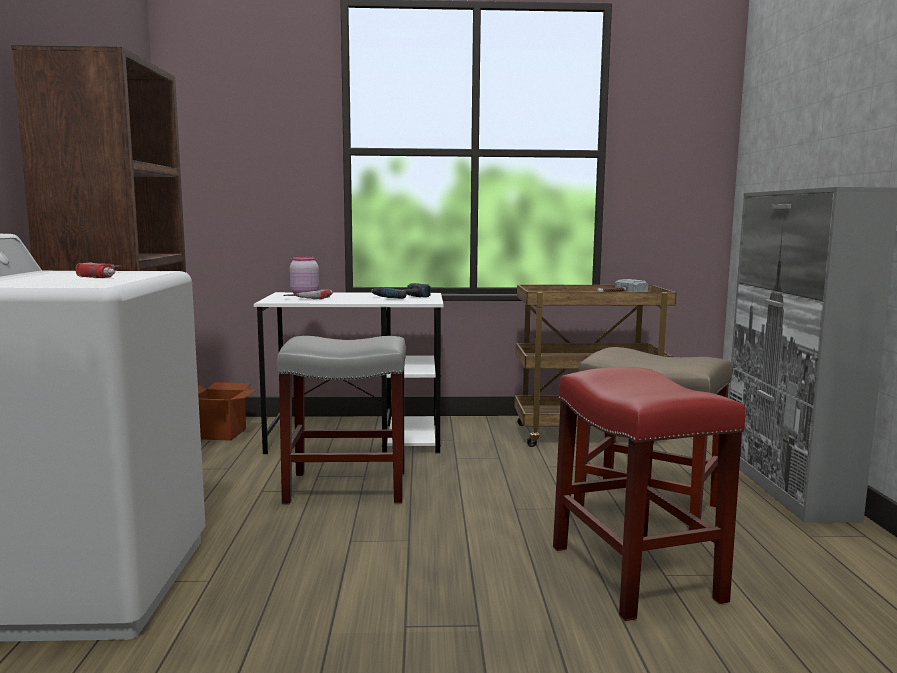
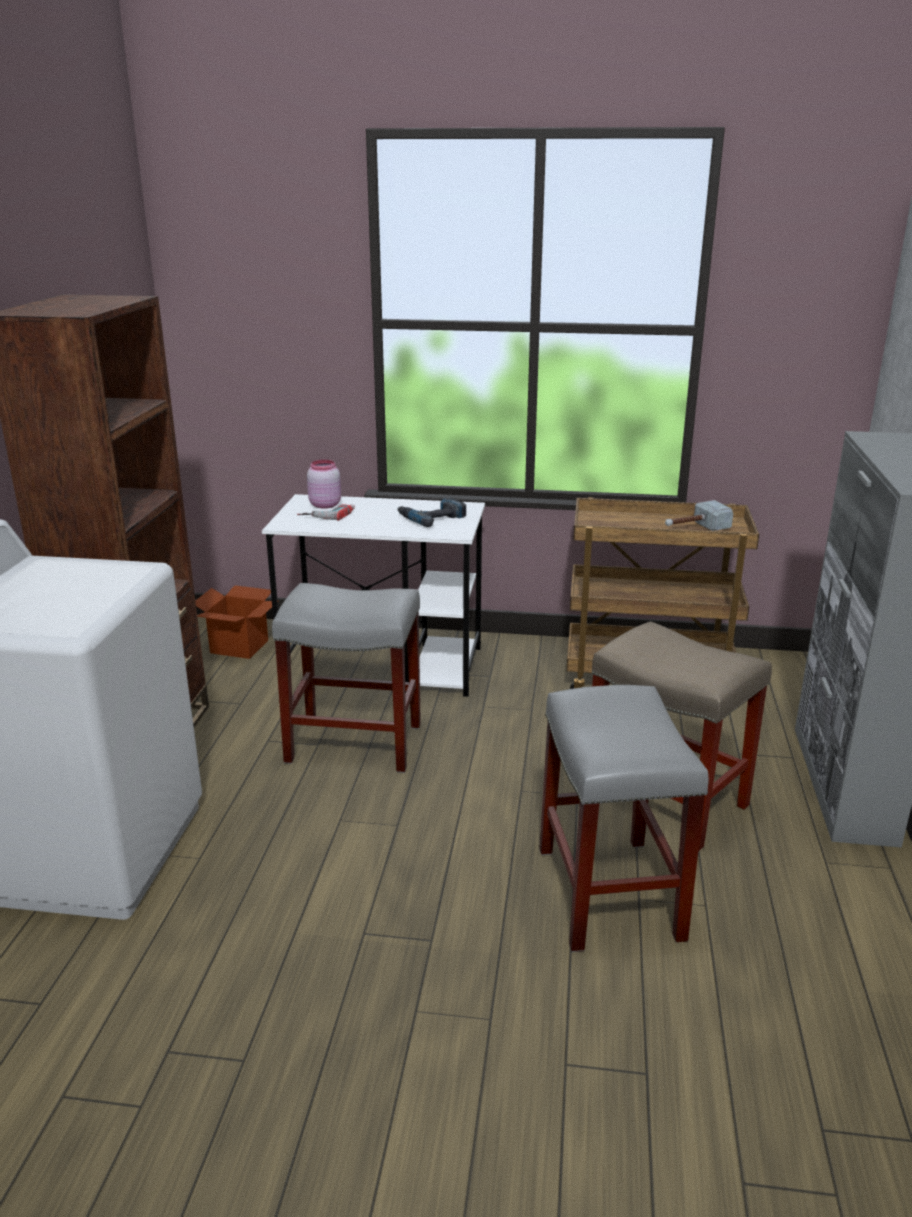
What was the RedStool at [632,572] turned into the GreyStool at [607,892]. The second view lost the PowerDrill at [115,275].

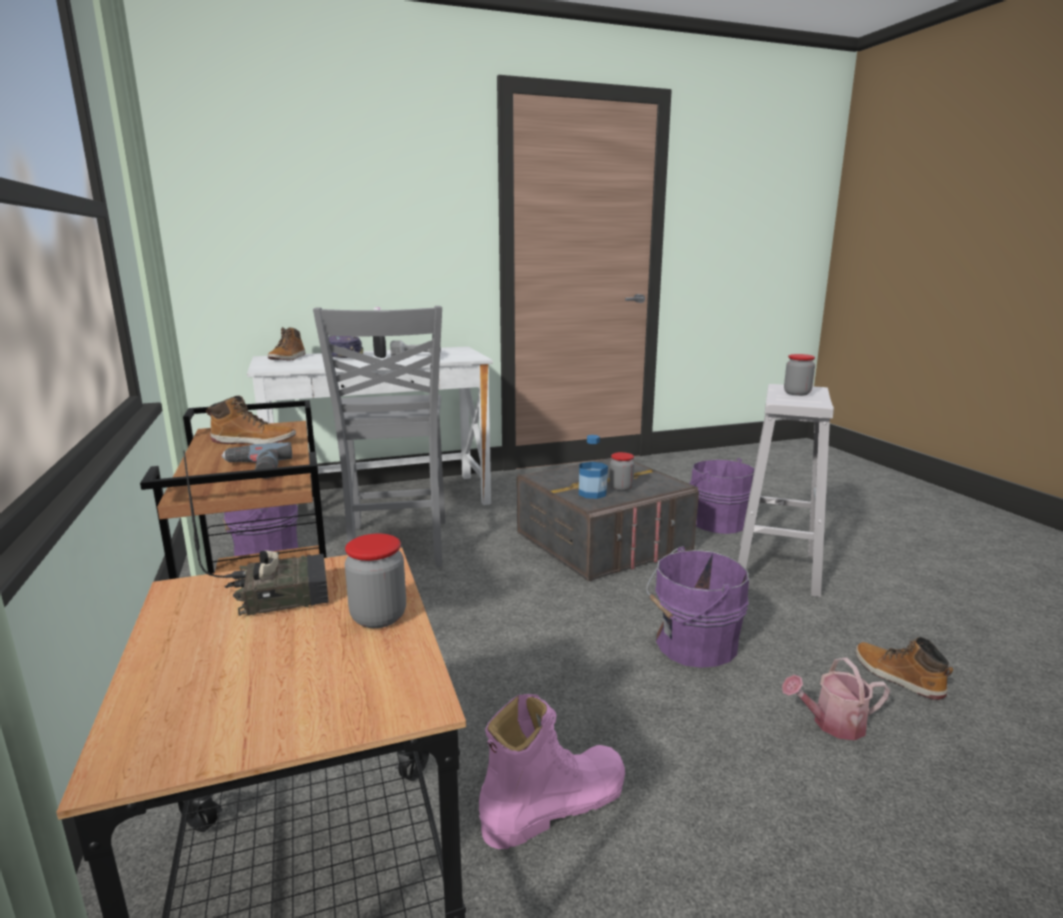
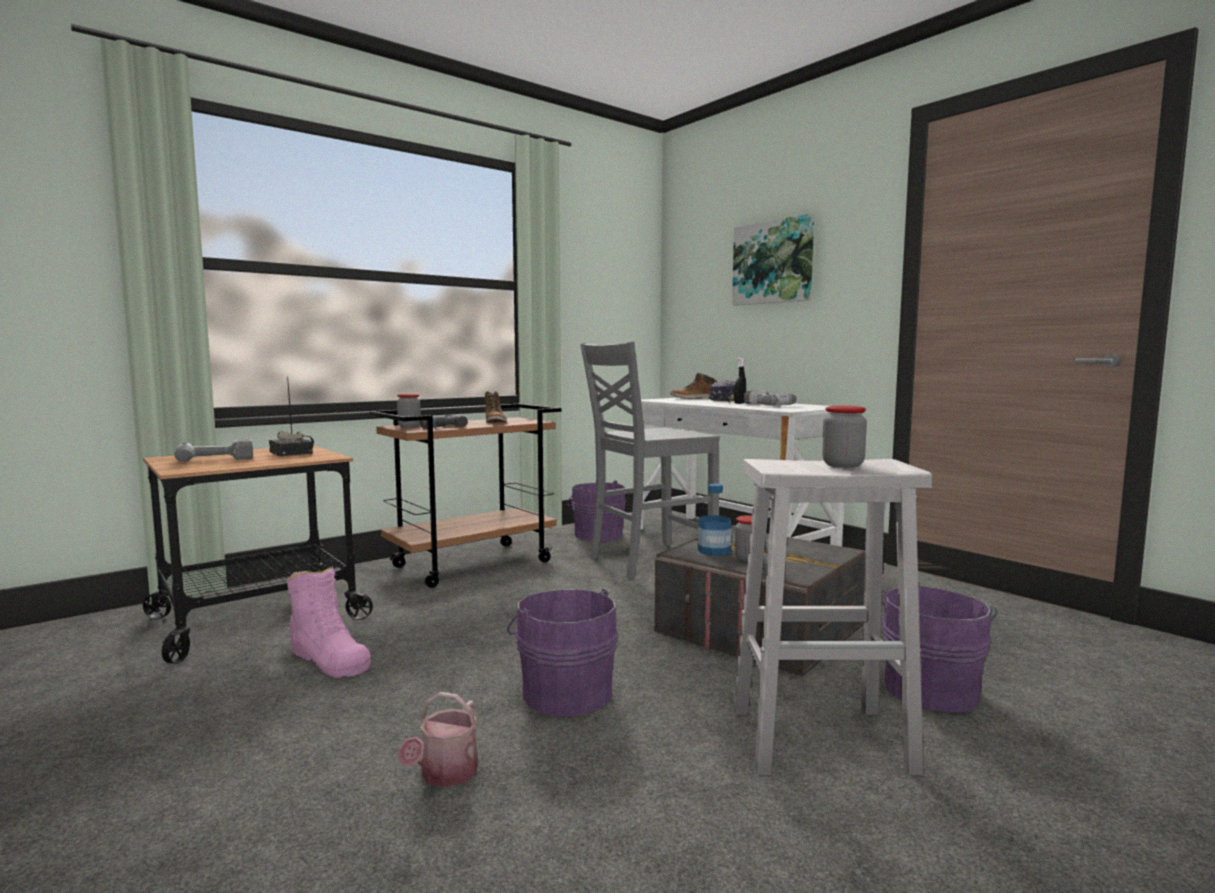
The second view gained the PowerDrill at [215,458]. The Jar ended up elsewhere, having gone from [378,617] to [409,426]. The WateringCan at [832,724] ended up facing another way, 135 degrees counterclockwise from before. The second view gained the Picture at [773,262]. The second view lost the Boot at [897,677].

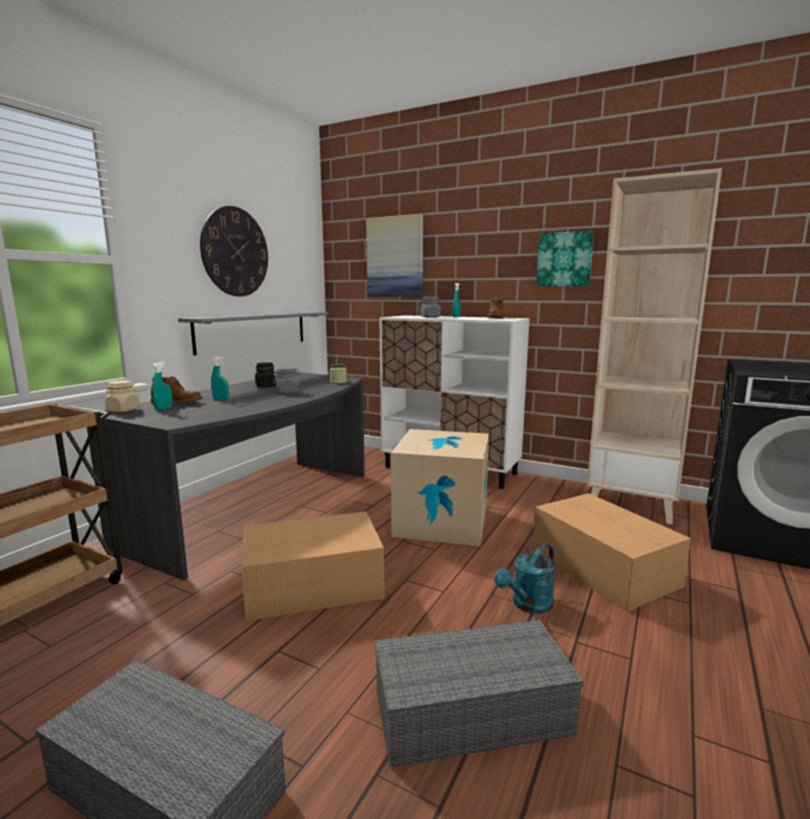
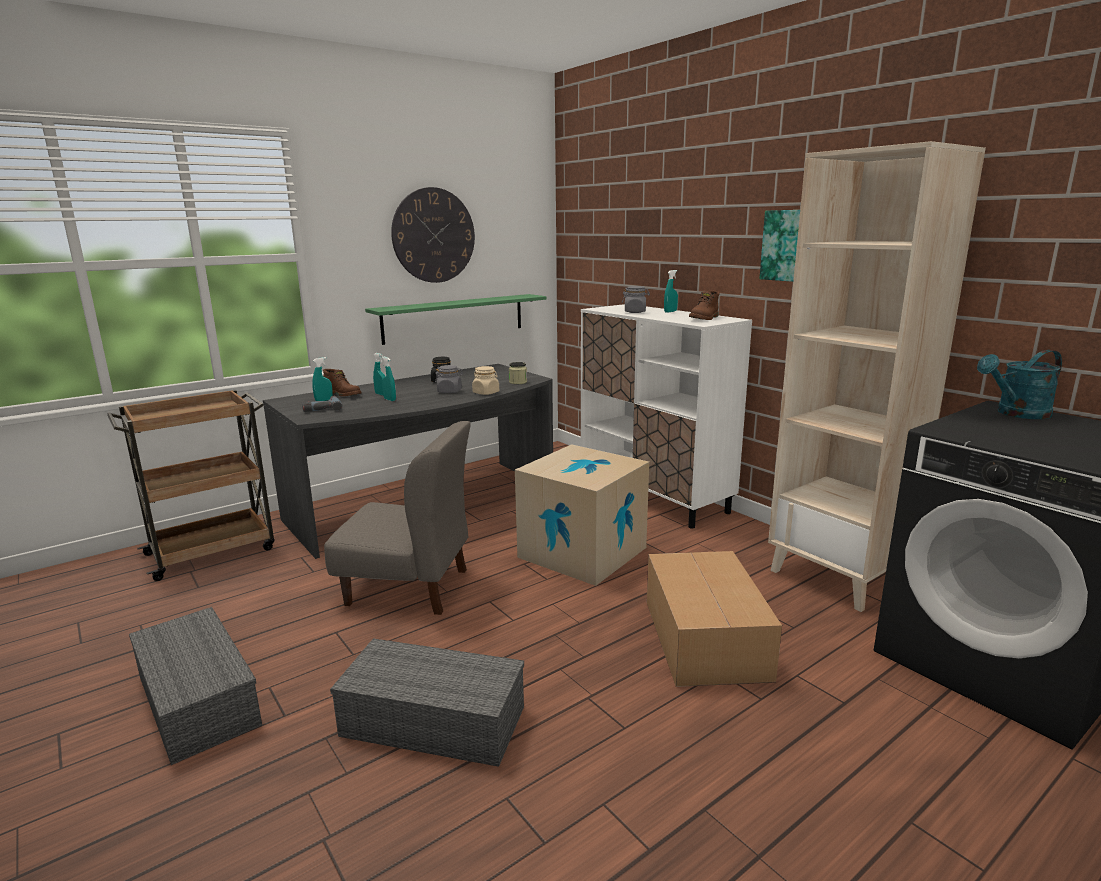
The second view gained the PowerDrill at [322,408]. Where the CardboardBox stood at [315,585], the GreyChair came to stand at [409,587]. What was the GreyShelf at [253,331] turned into the GreenShelf at [454,318]. The second view gained the TurquoiseSprayBottle at [389,399]. The BeigeJar ended up elsewhere, having gone from [123,410] to [486,393]. The TurquoiseWateringCan ended up elsewhere, having gone from [528,605] to [1016,414]. The second view lost the Picture at [395,257].

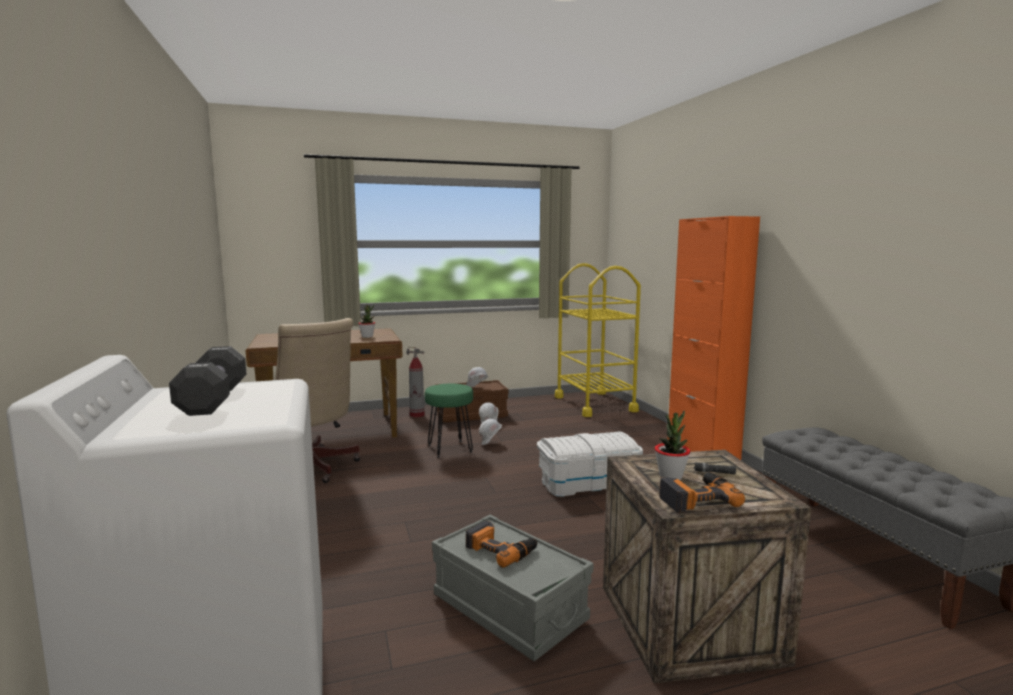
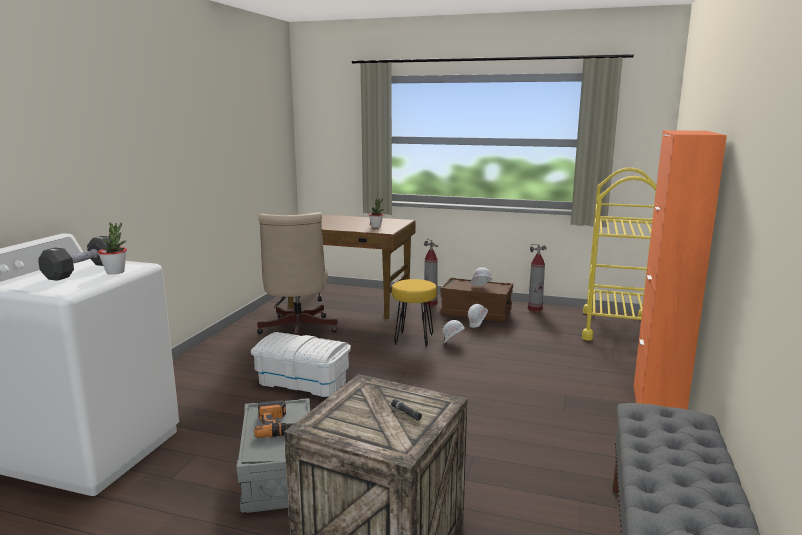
The PottedPlant ended up elsewhere, having gone from [670,477] to [115,272]. The WhiteStorageBox ended up elsewhere, having gone from [587,483] to [303,381]. What was the GreenStool at [450,448] turned into the YellowStool at [414,339]. The second view gained the FireExtinguisher at [535,309]. The second view lost the PowerDrill at [696,498].

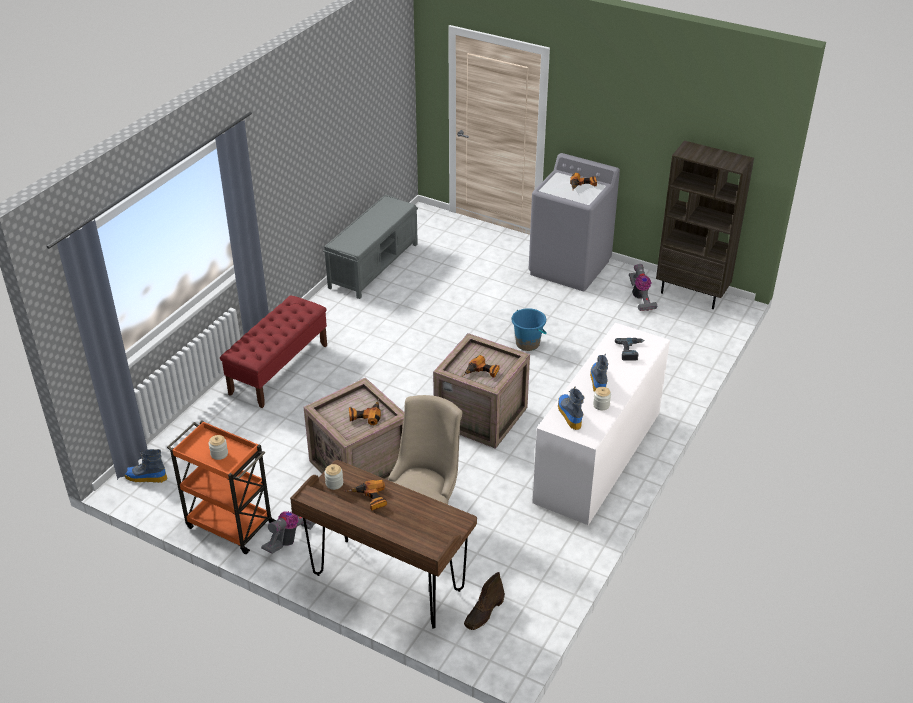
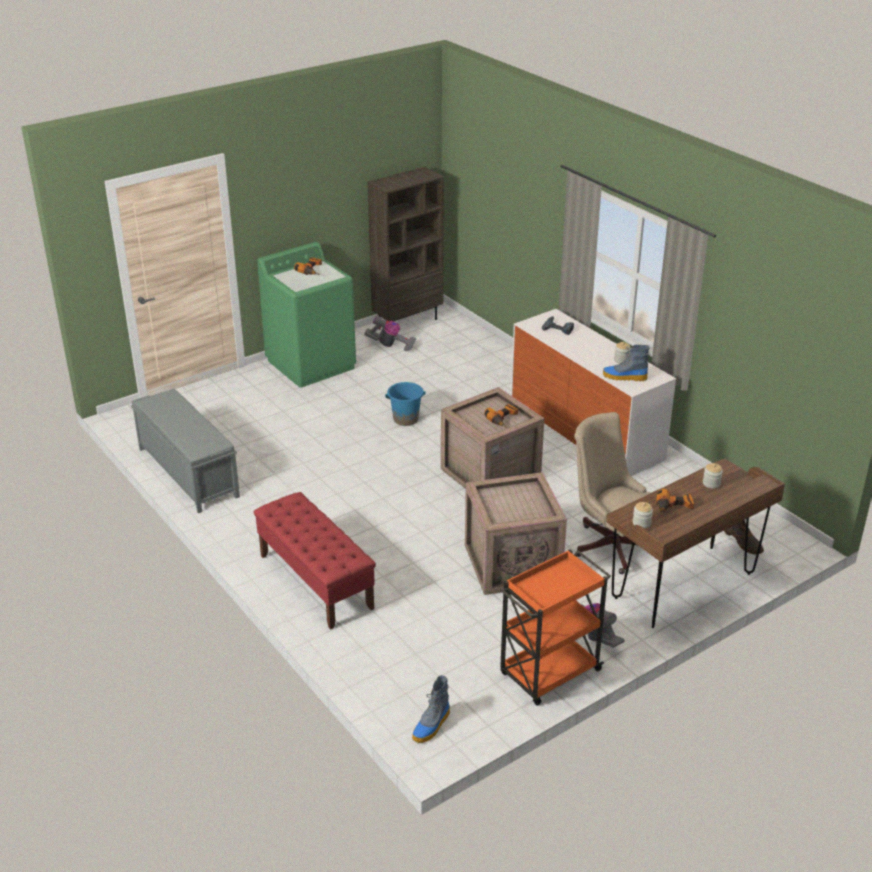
What was the GreyWashingMachine at [570,268] turned into the GreenWashingMachine at [311,364]. The Jar ended up elsewhere, having gone from [219,454] to [711,483]. The second view lost the PowerDrill at [365,415]. The second view lost the Boot at [598,380].

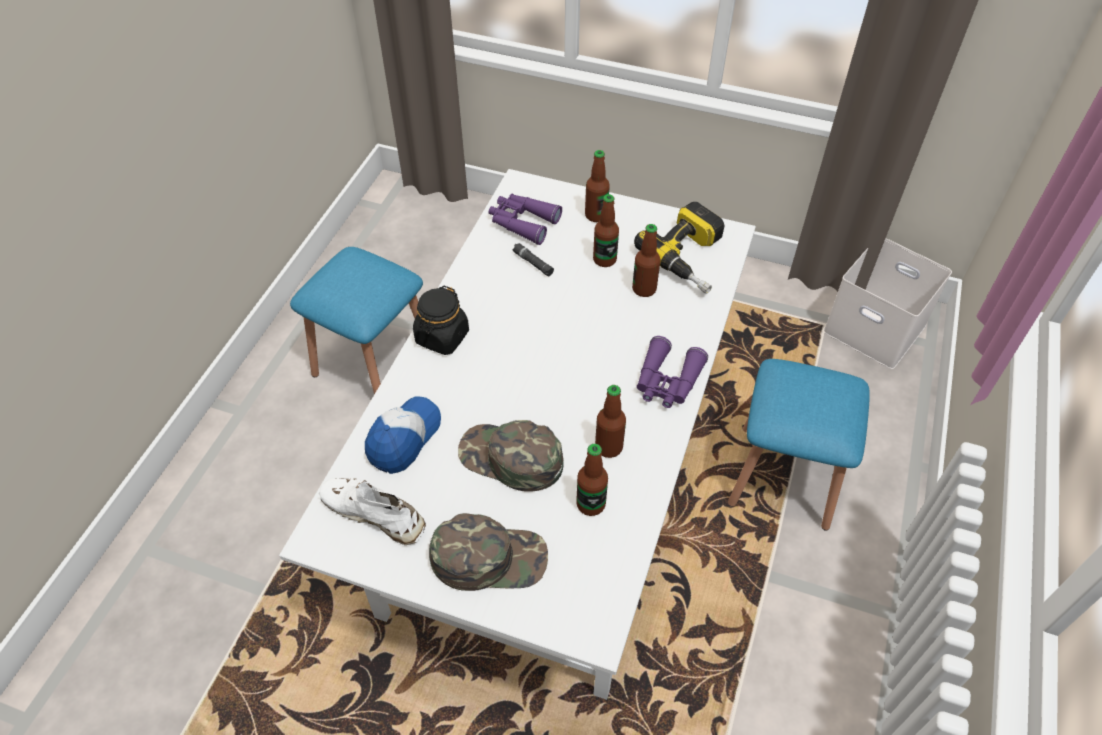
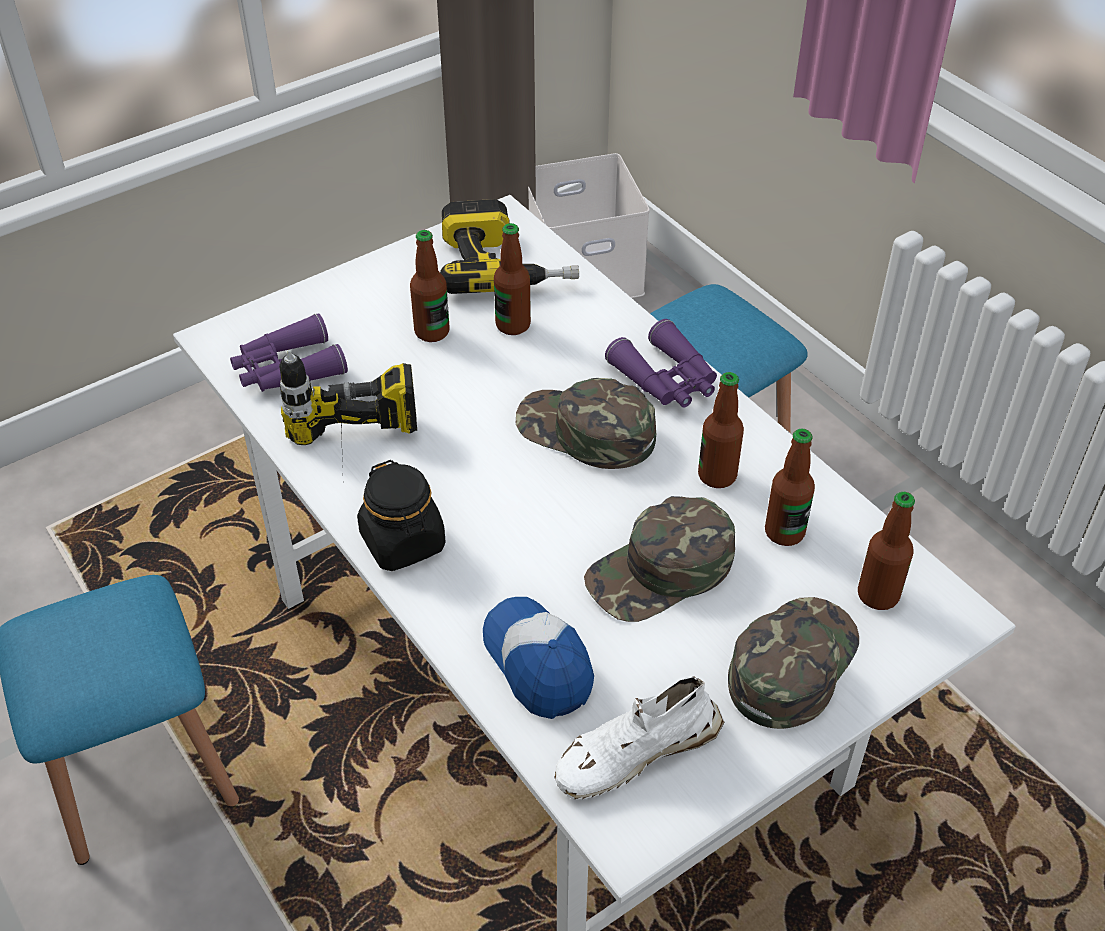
The second view gained the PowerDrill at [353,465]. The second view gained the GreenCap at [585,431]. The Bottle ended up elsewhere, having gone from [596,215] to [878,595].

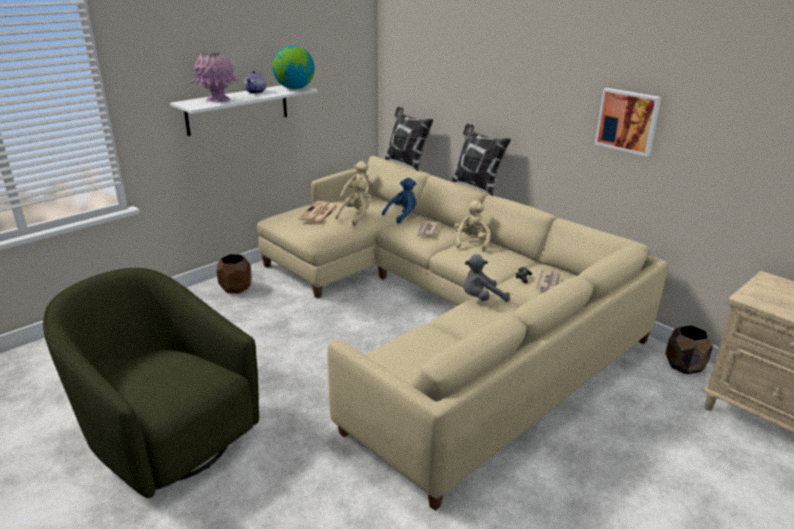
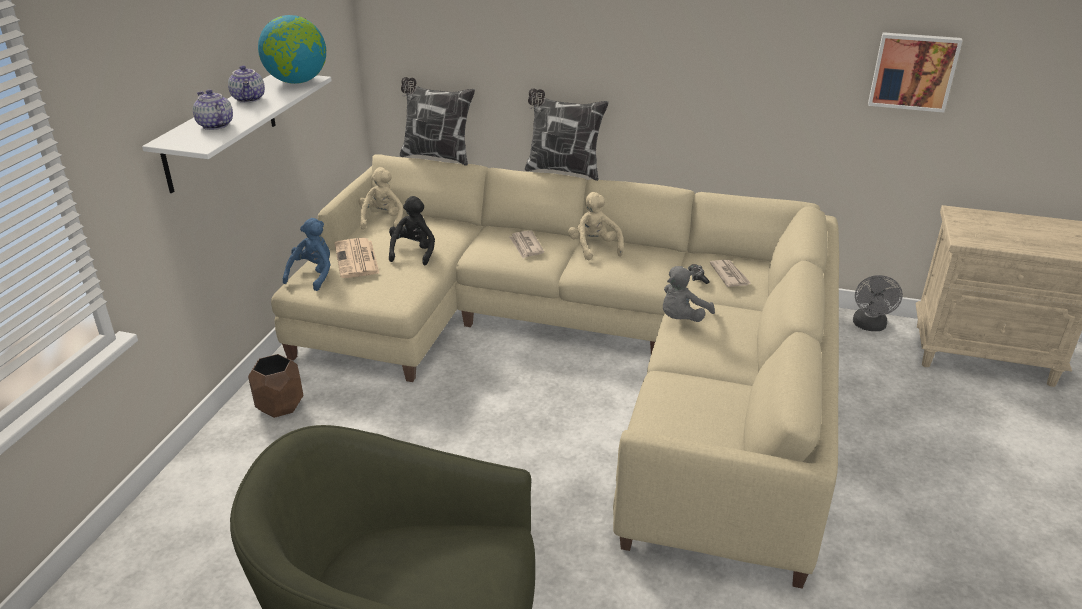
Where the PinkVase stood at [217,100], the Teapot came to stand at [215,125]. The BluePlushToy ended up elsewhere, having gone from [402,215] to [313,275]. What was the BeigePlushToy at [355,217] turned into the BlackPlushToy at [413,252]. Where the BrownPlanter stood at [685,366], the GreyFan came to stand at [869,326]. The Picture ended up elsewhere, having gone from [628,121] to [913,71].

